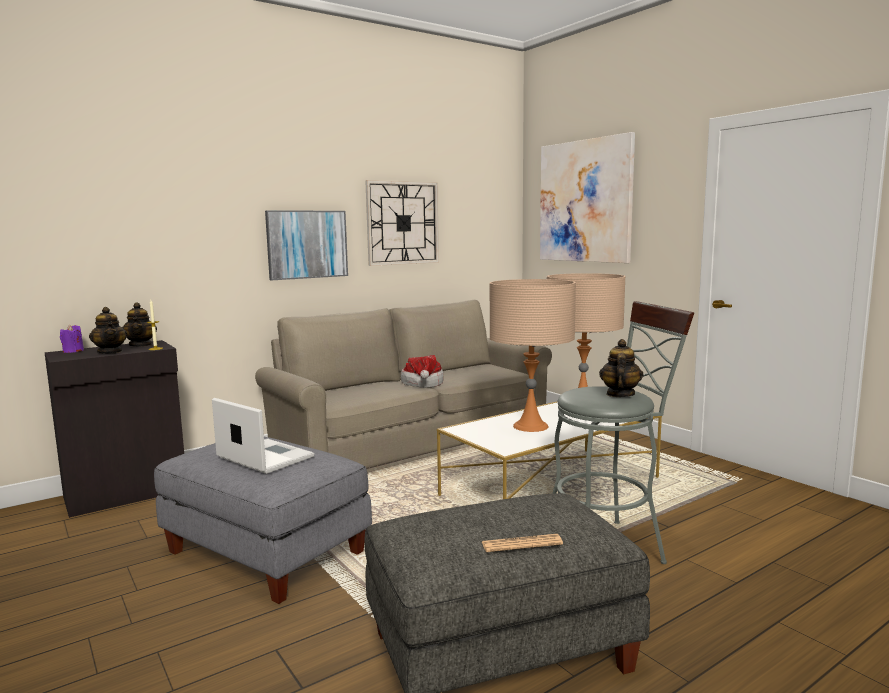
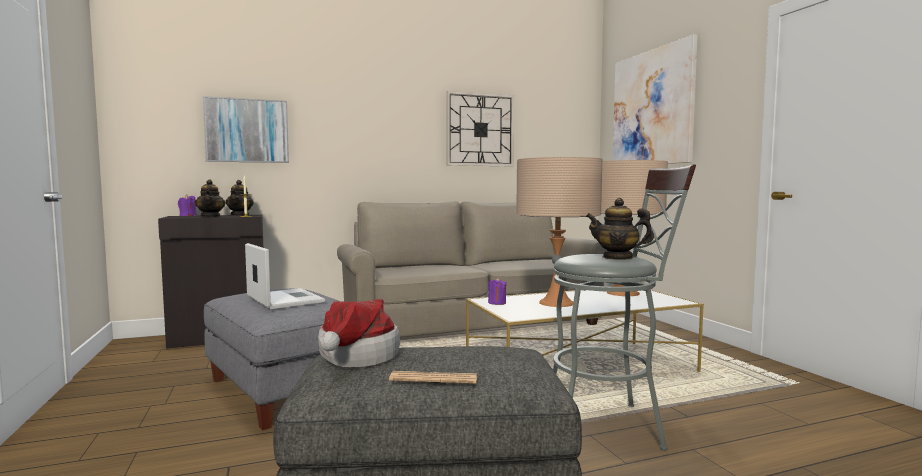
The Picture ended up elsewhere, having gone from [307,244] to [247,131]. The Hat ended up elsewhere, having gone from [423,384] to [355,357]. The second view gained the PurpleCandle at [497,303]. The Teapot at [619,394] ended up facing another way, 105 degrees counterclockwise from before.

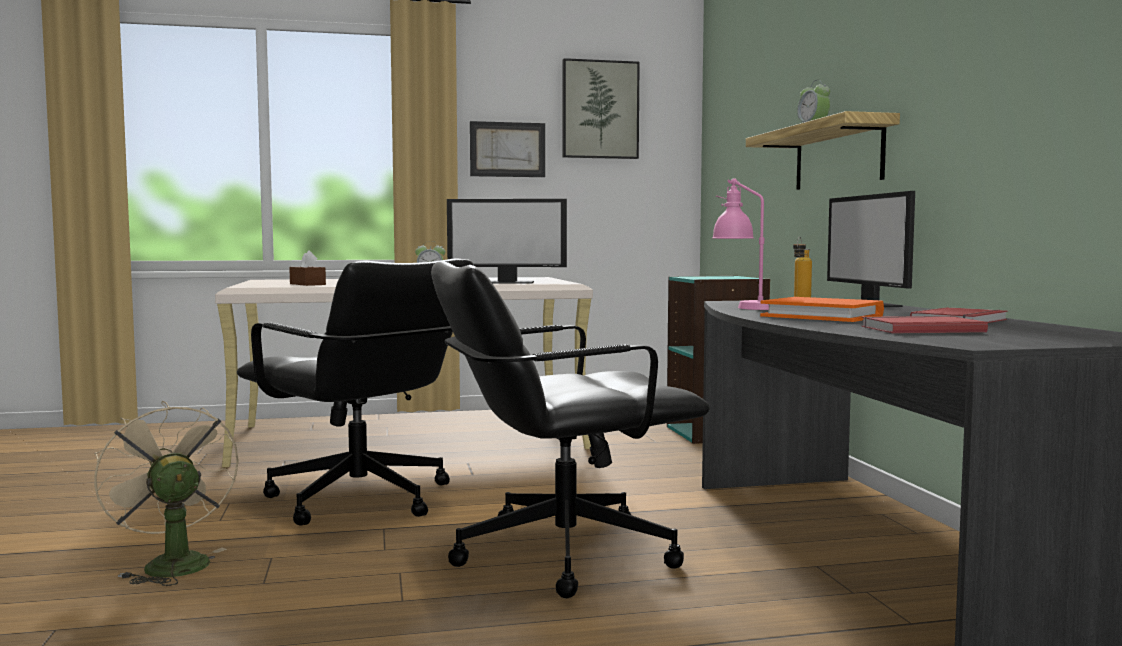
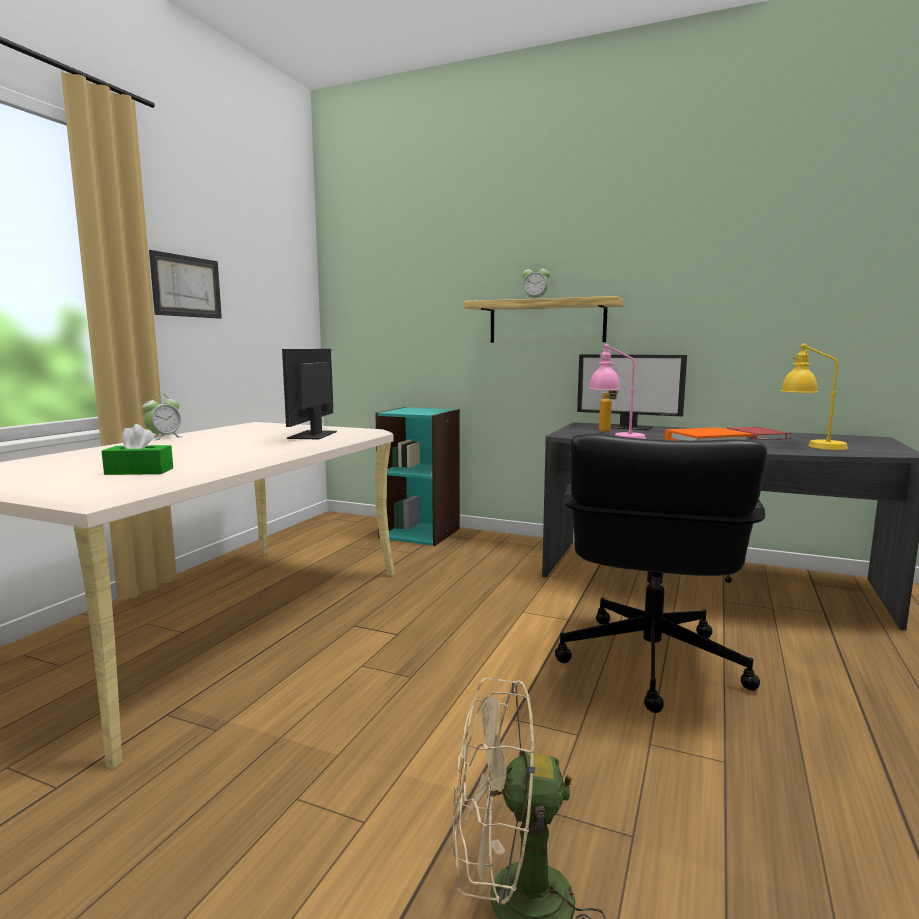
What was the BrownTissueBox at [307,284] turned into the GreenTissueBox at [139,471]. The Monitor at [508,282] ended up facing another way, 150 degrees clockwise from before. Where the RedBook stood at [920,329], the YellowTableLamp came to stand at [810,446]. The second view lost the BlackOfficeChair at [359,500]. The second view lost the Picture at [600,110].

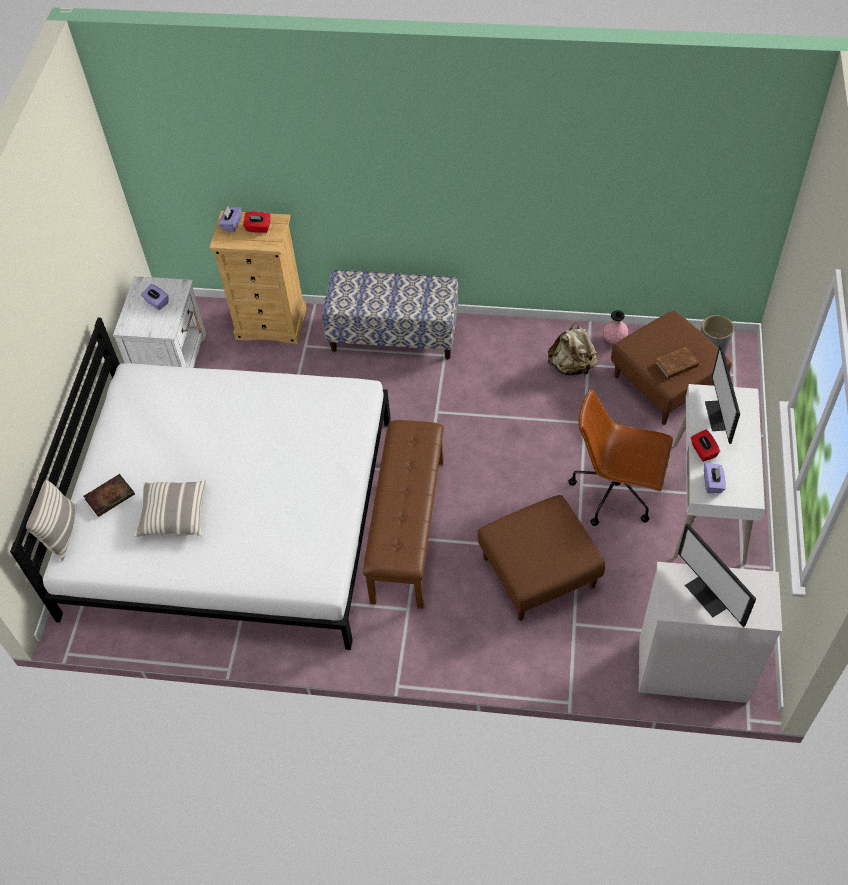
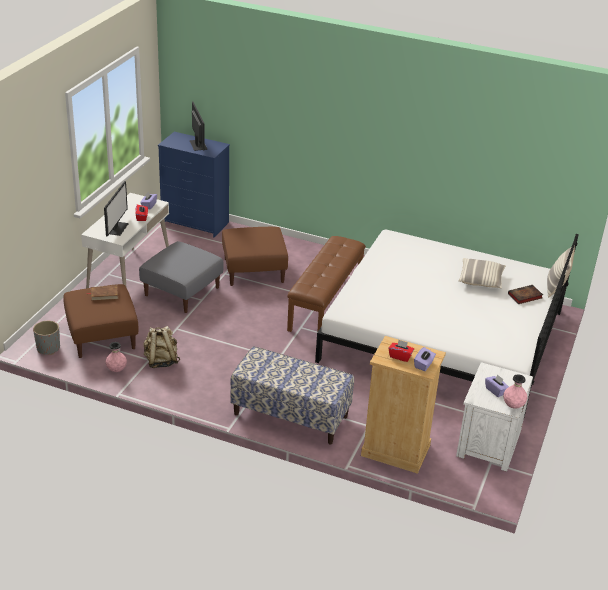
Where the BrownOfficeChair stood at [616,492], the GreyOttoman came to stand at [182,292]. What was the WhiteDresser at [691,670] turned into the BlueDresser at [195,223]. The second view gained the PinkVase at [513,406].

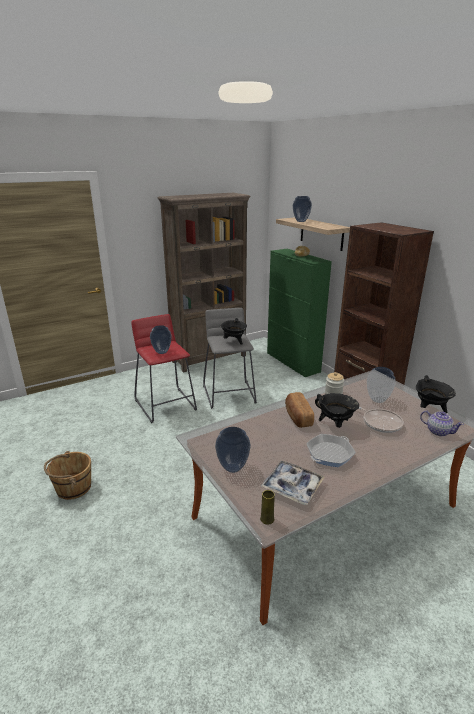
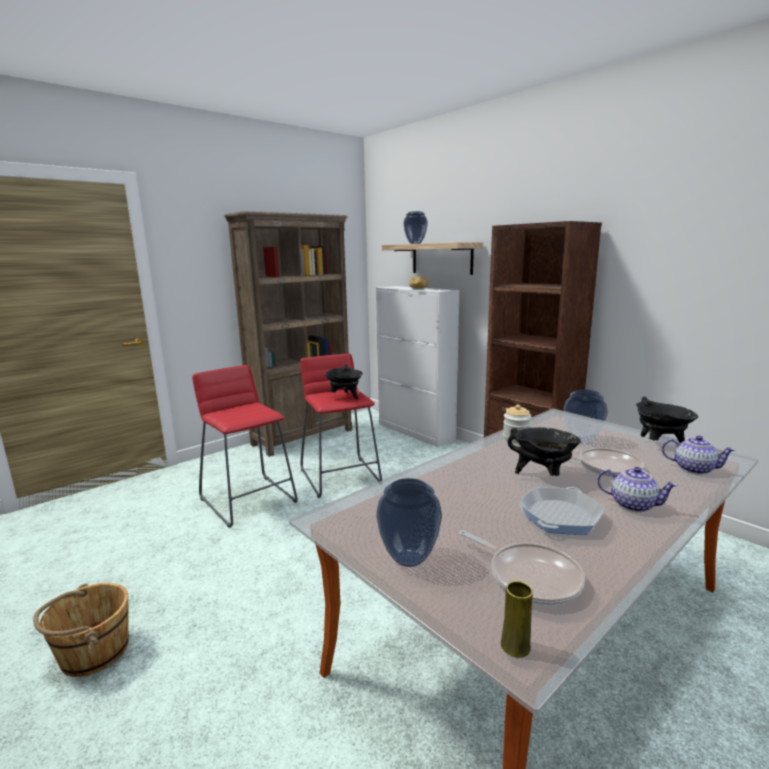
What was the GreyStool at [229,394] turned into the RedStool at [340,476]. What was the GreenCabinet at [293,362] turned into the WhiteCabinet at [416,432]. Where the Tray stood at [292,486], the FryingPan came to stand at [529,576]. The second view gained the Teapot at [632,504]. The second view lost the Vase at [162,352]. The second view lost the Bread at [297,417].

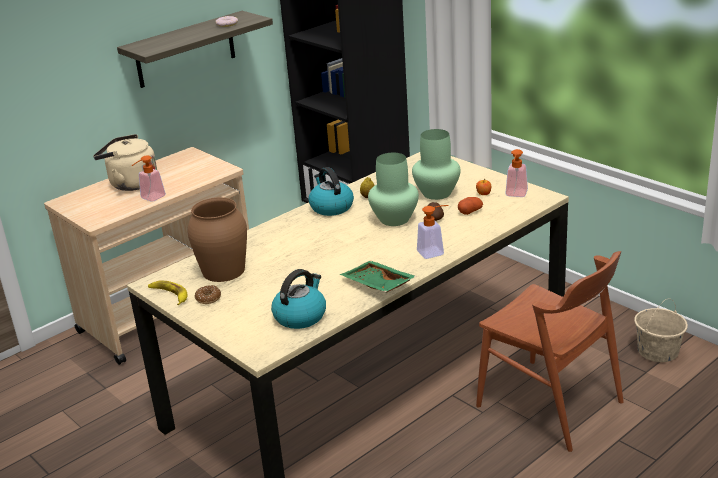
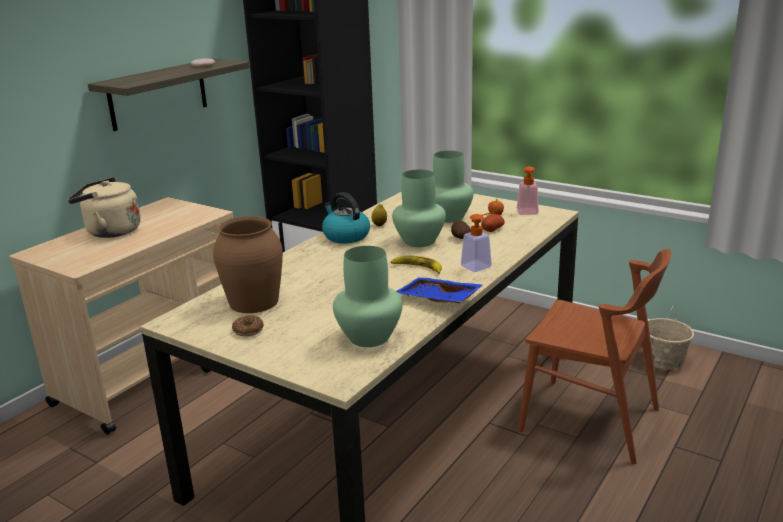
Where the Kettle stood at [300,316], the GreenVase came to stand at [368,337]. The Banana ended up elsewhere, having gone from [169,295] to [417,268]. What was the GreenTray at [377,285] turned into the BlueTray at [437,300]. The second view lost the SoapDispenser at [150,198].

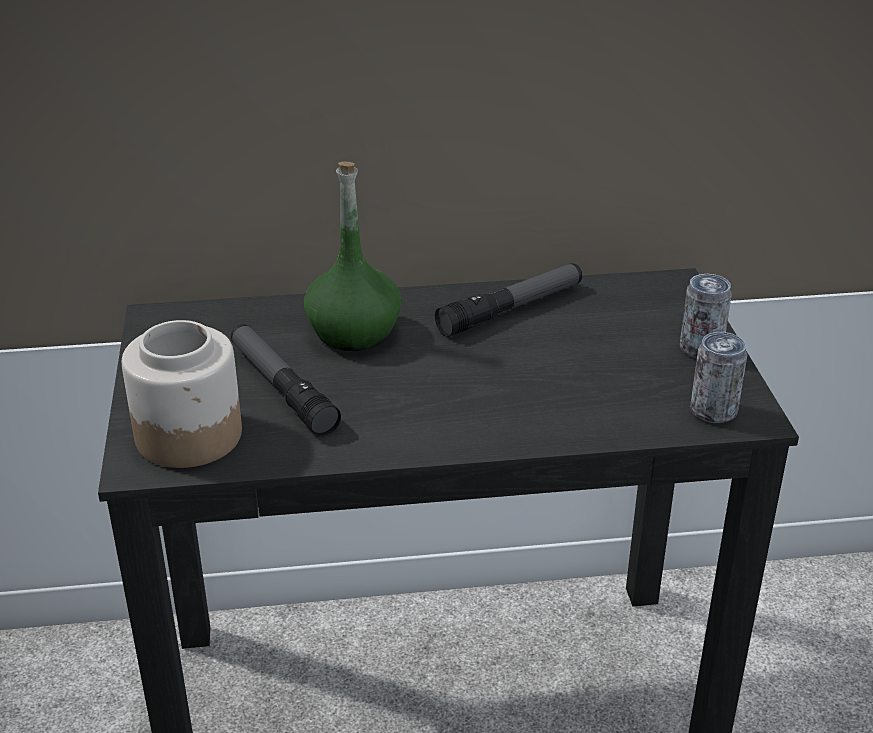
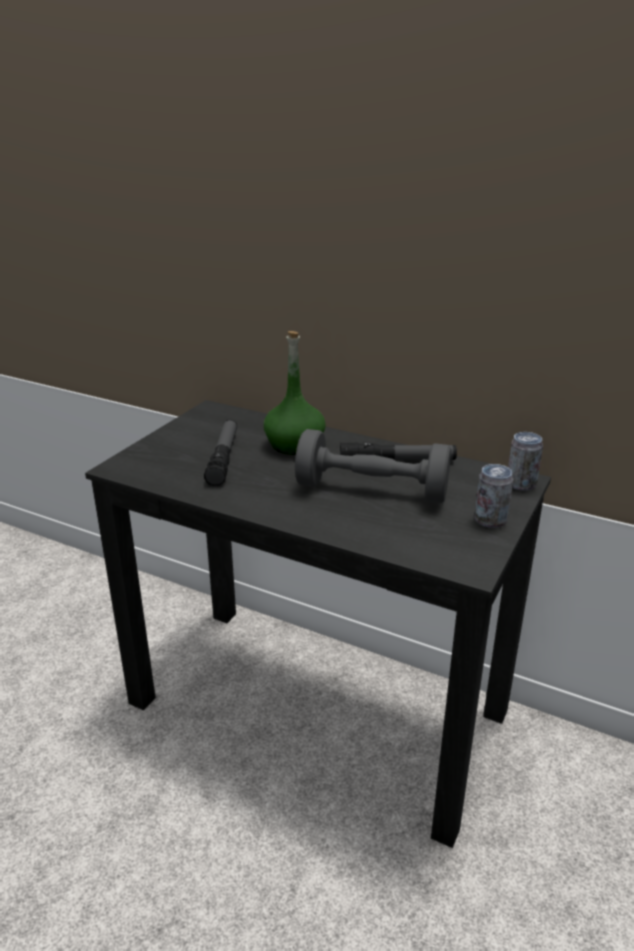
The second view gained the GreyDumbbell at [372,490]. The Can ended up elsewhere, having gone from [713,411] to [521,484]. The second view lost the Jar at [190,435].

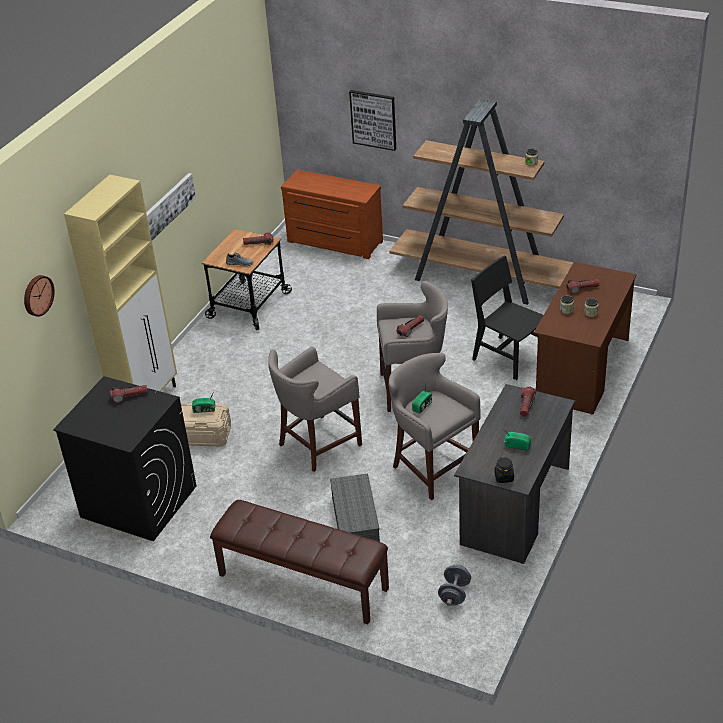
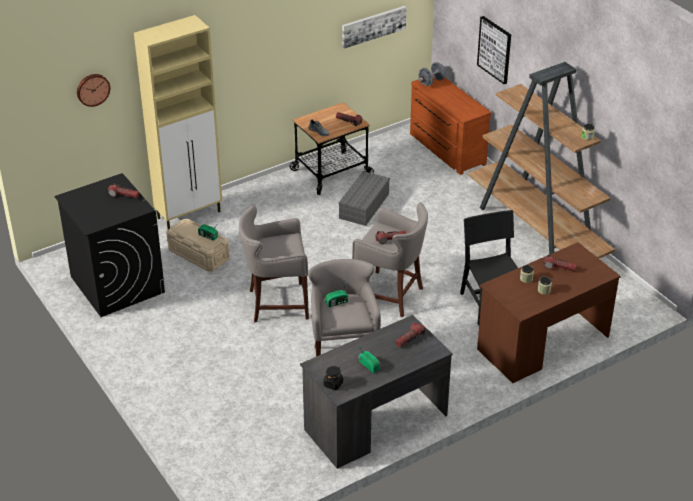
The GreyStorageBox ended up elsewhere, having gone from [354,520] to [364,205]. The Picture ended up elsewhere, having gone from [167,206] to [373,26]. The GreyDumbbell ended up elsewhere, having gone from [454,594] to [431,82]. The second view lost the BrownBench at [302,582].

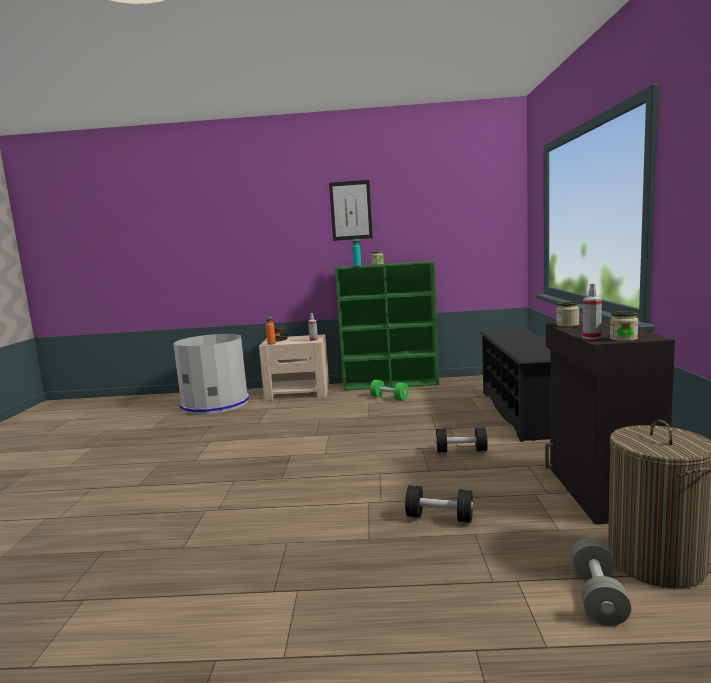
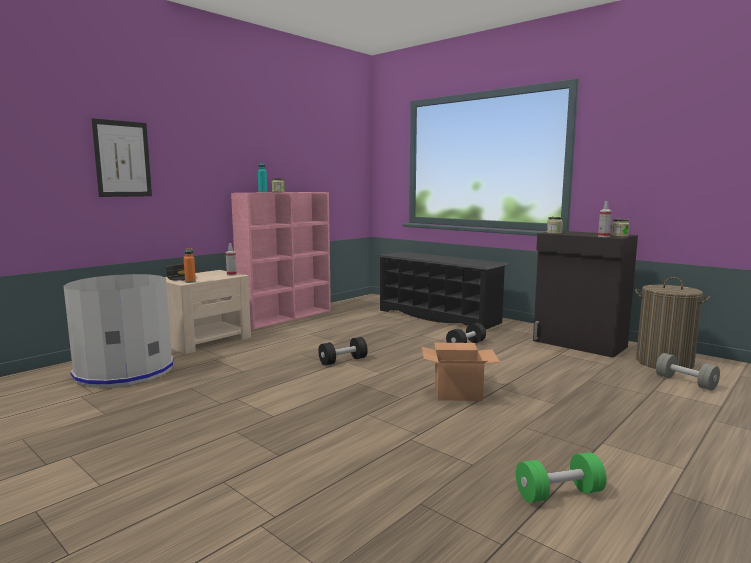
The Picture ended up elsewhere, having gone from [351,210] to [122,159]. What was the GreenBookcase at [391,384] turned into the PinkBookcase at [287,317]. The BlackDumbbell ended up elsewhere, having gone from [439,517] to [343,361]. The second view gained the CardboardBox at [457,392]. The GreenDumbbell ended up elsewhere, having gone from [389,398] to [559,494].

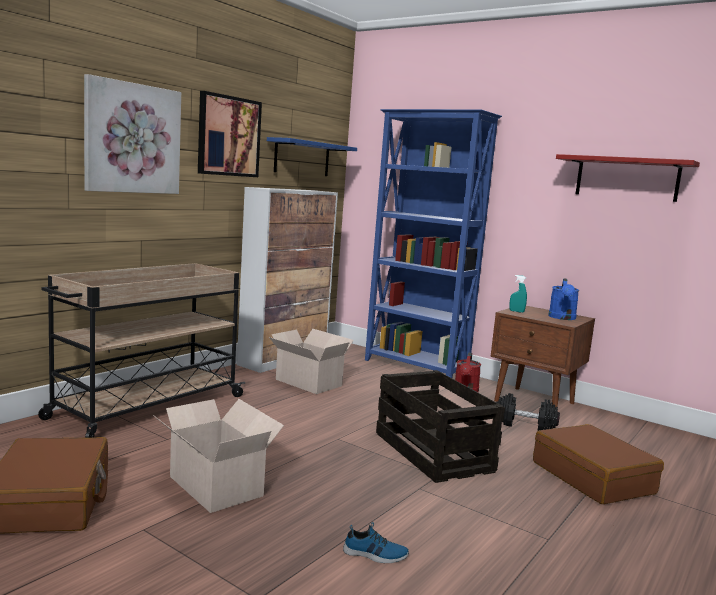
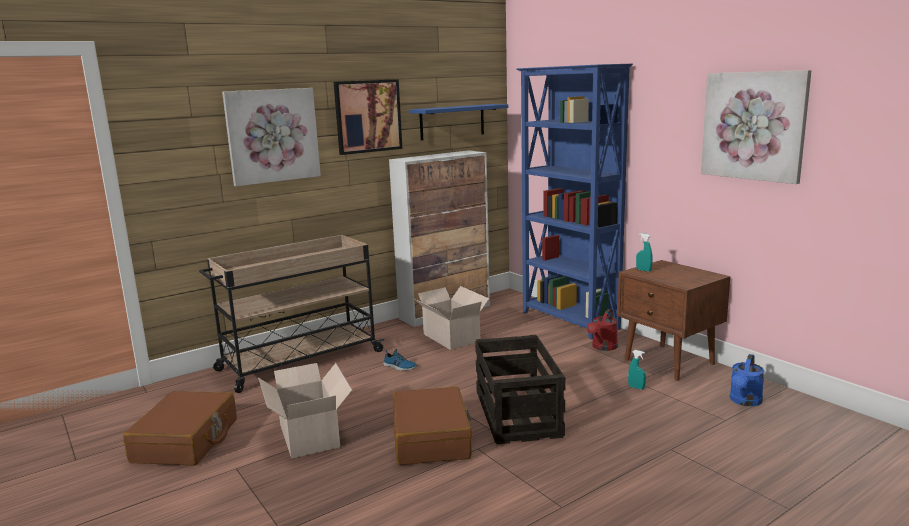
The Shoe ended up elsewhere, having gone from [375,555] to [399,367]. The BrownSuitcase ended up elsewhere, having gone from [593,478] to [431,438]. Where the BlackDumbbell stood at [524,425], the TurquoiseSprayBottle came to stand at [636,387]. Where the RedShelf hung at [626,178], the Picture came to hang at [754,125]. The BlueWateringCan ended up elsewhere, having gone from [562,318] to [744,401].

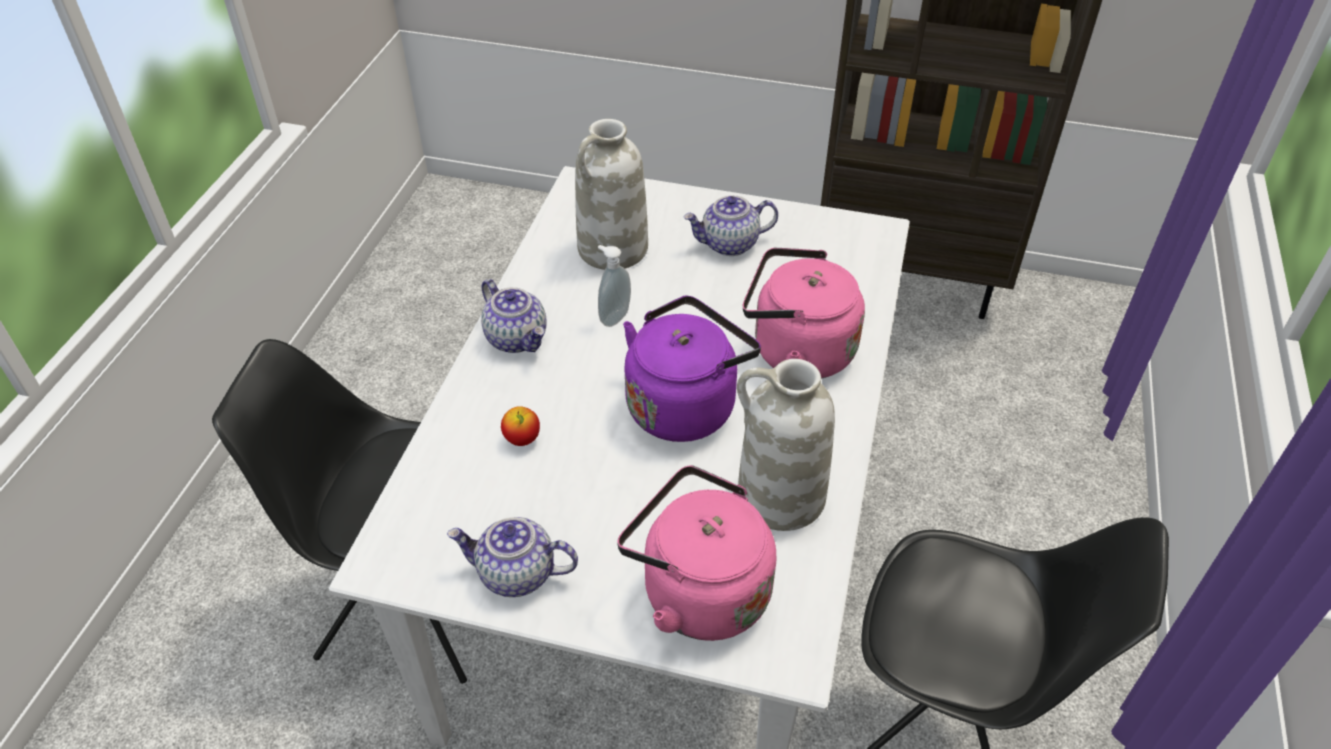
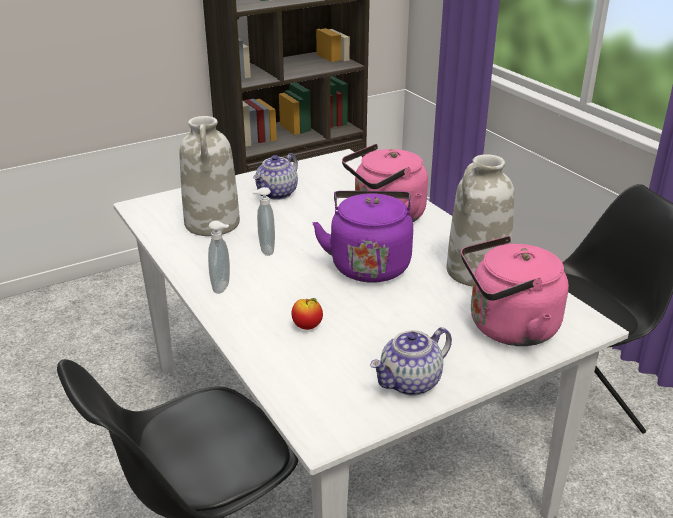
Where the Teapot stood at [517,338], the SoapDispenser came to stand at [223,287].

